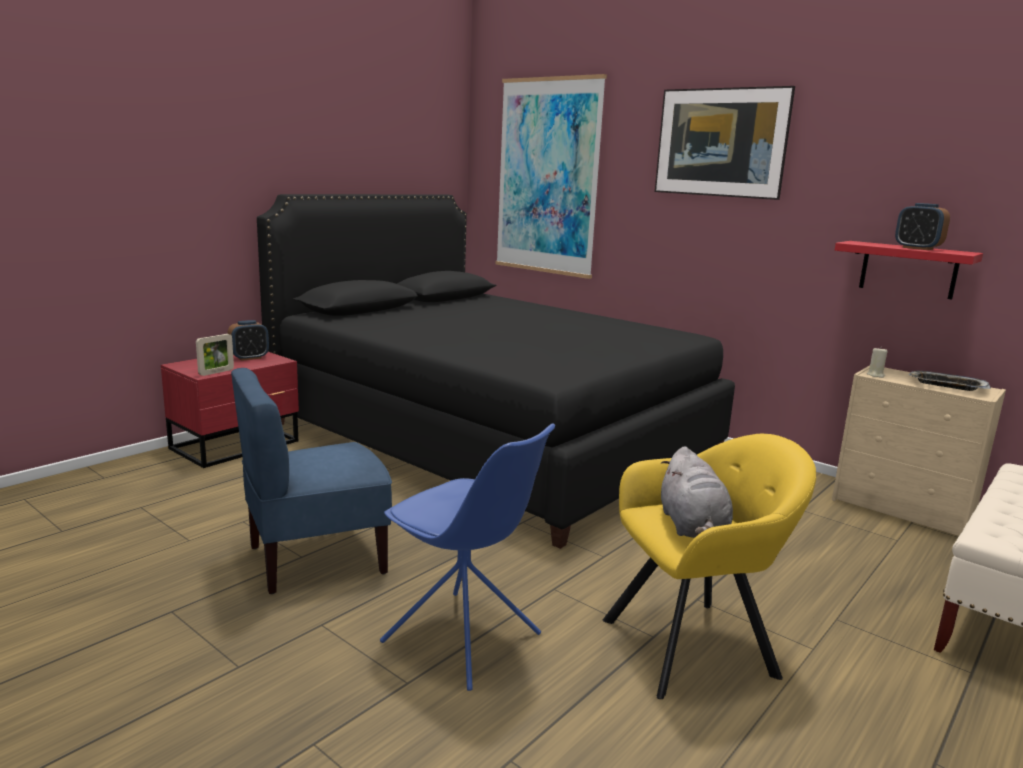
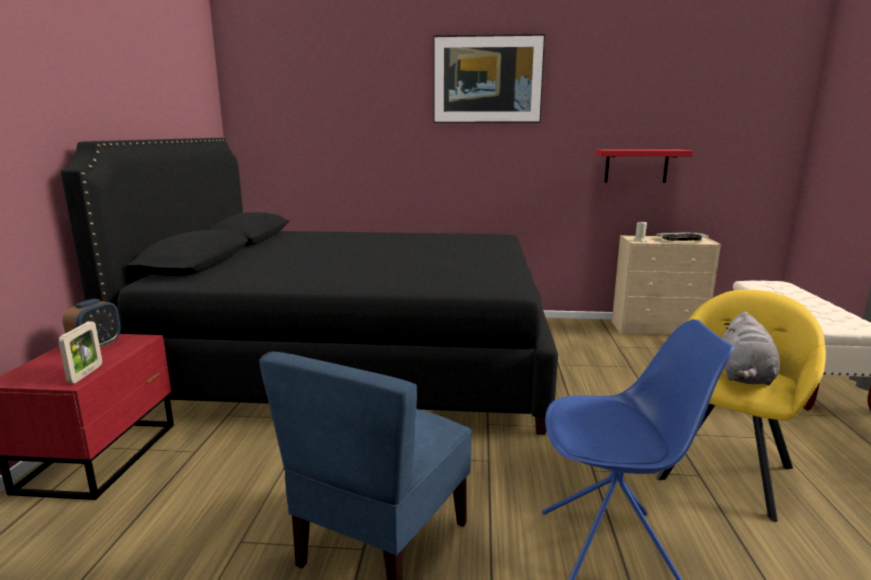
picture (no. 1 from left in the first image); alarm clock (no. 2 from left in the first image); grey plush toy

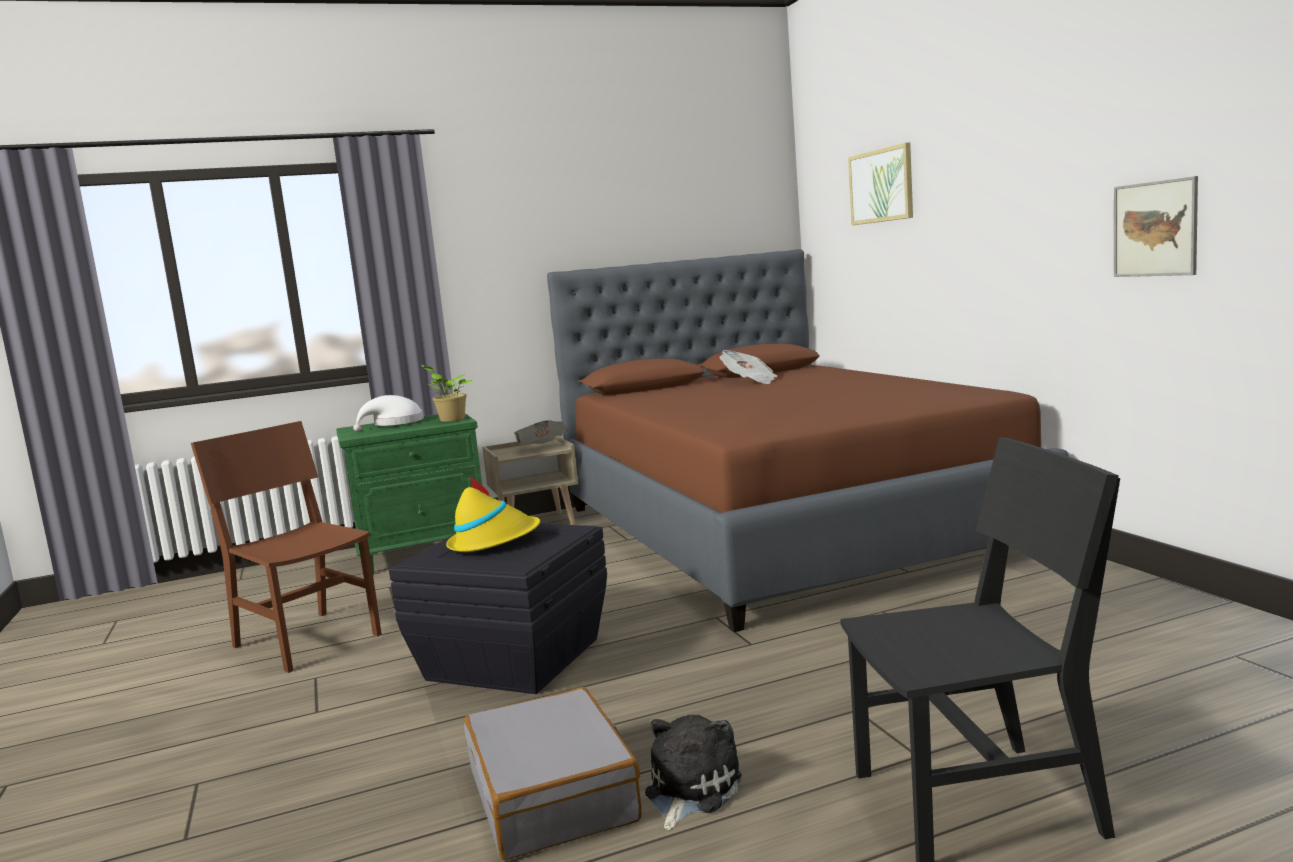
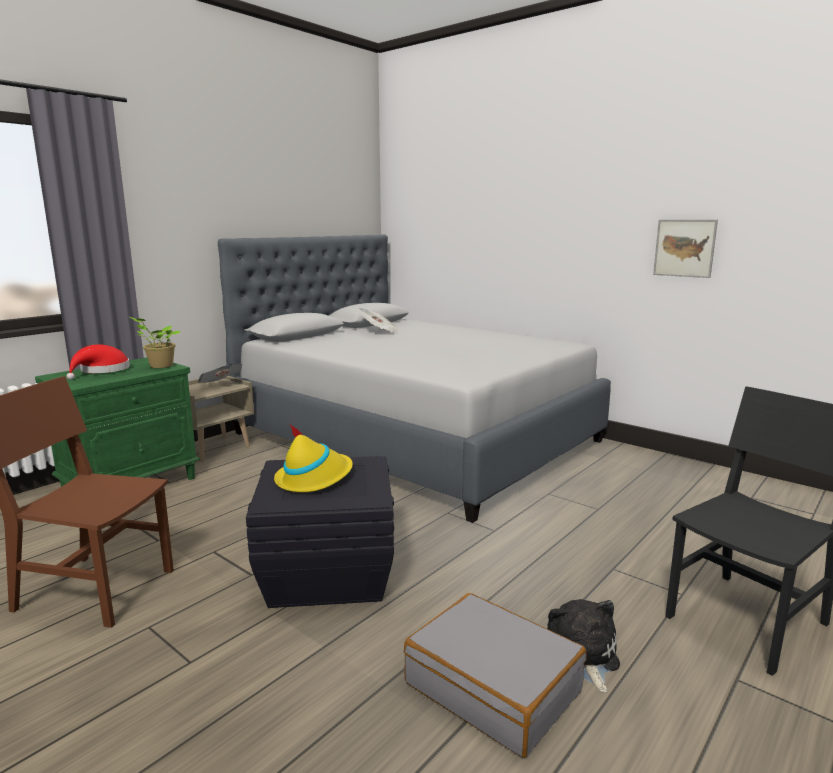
picture (no. 1 from left in the first image); red hat; grey bed

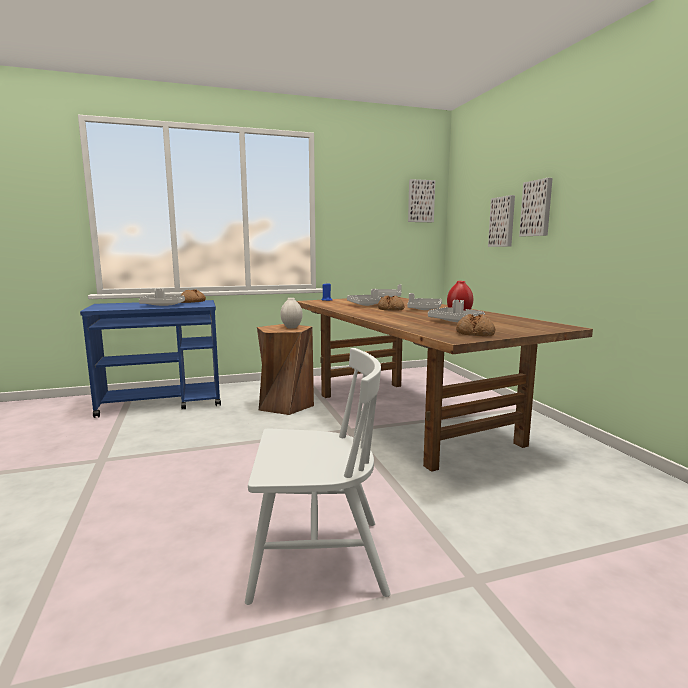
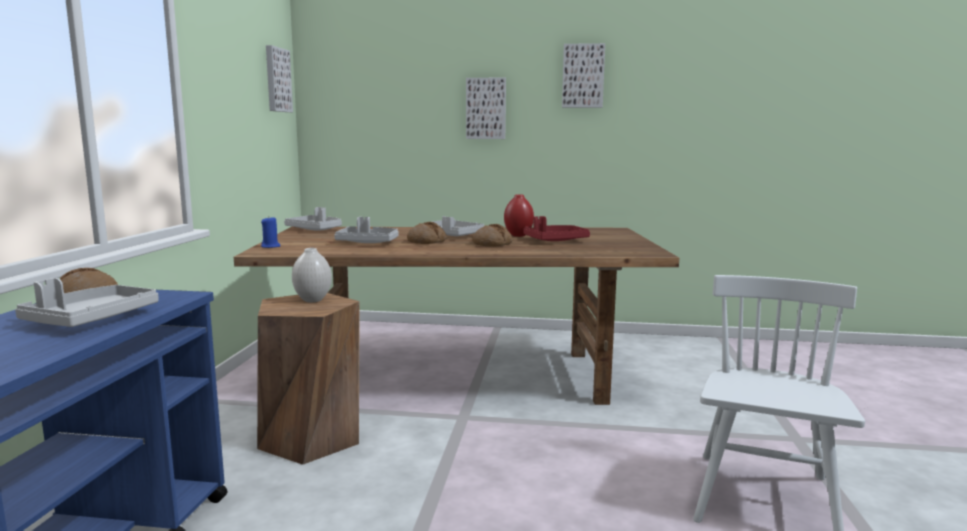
bread (no. 3 from left); picture (no. 3 from left); red tray

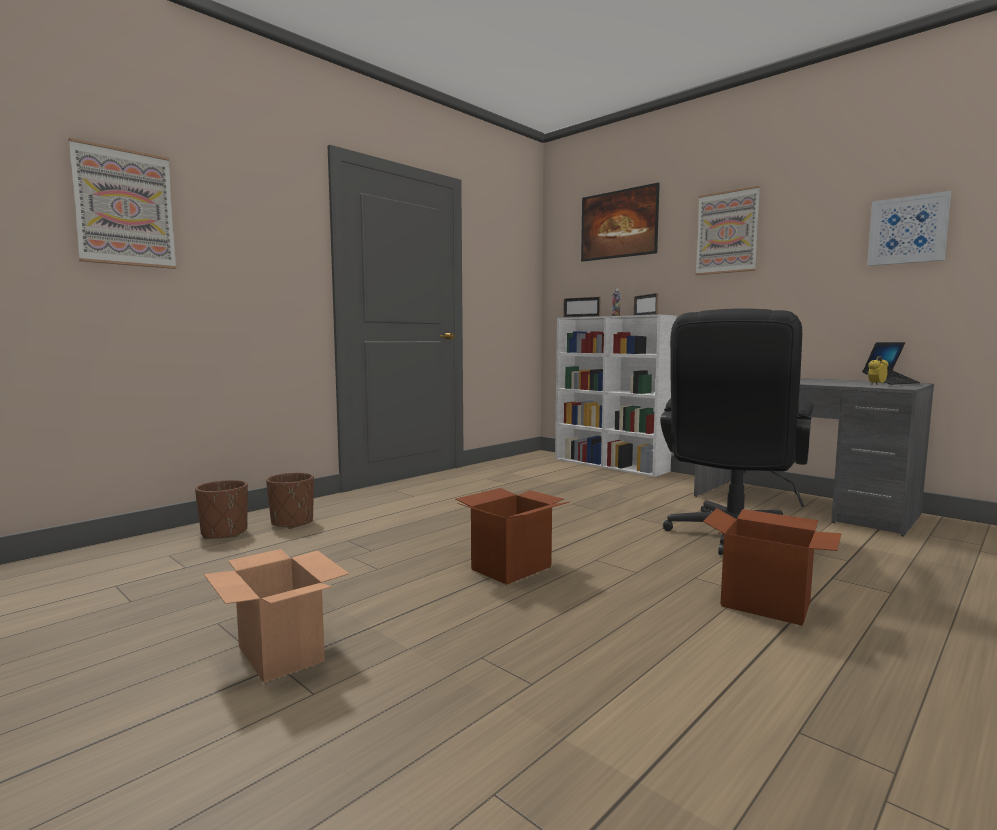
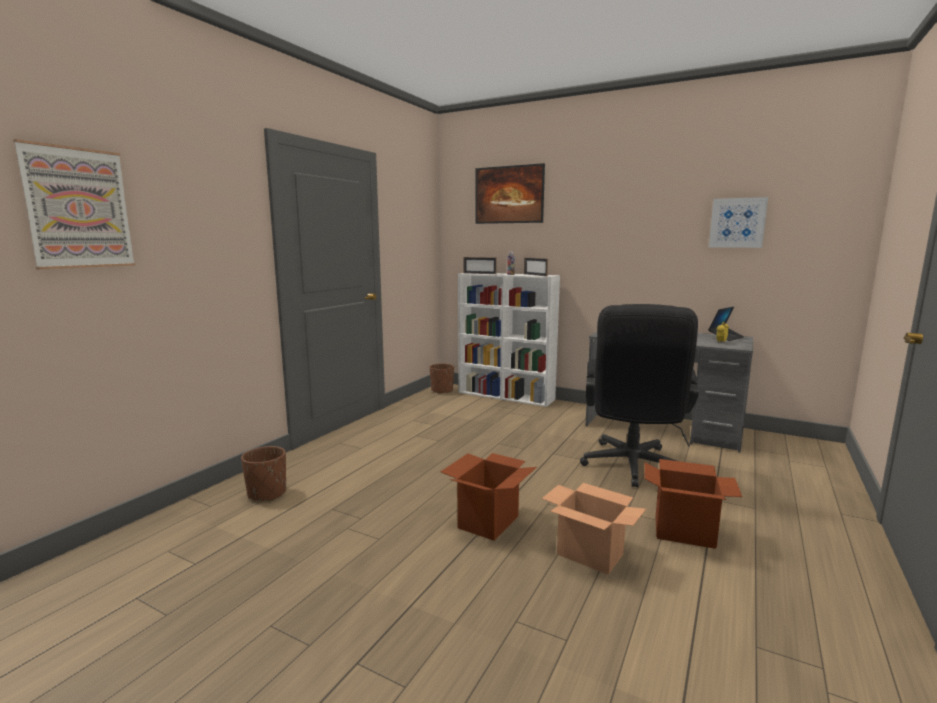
picture (no. 3 from left in the first image); brown planter (no. 2 from left); cardboard box (no. 2 from left)

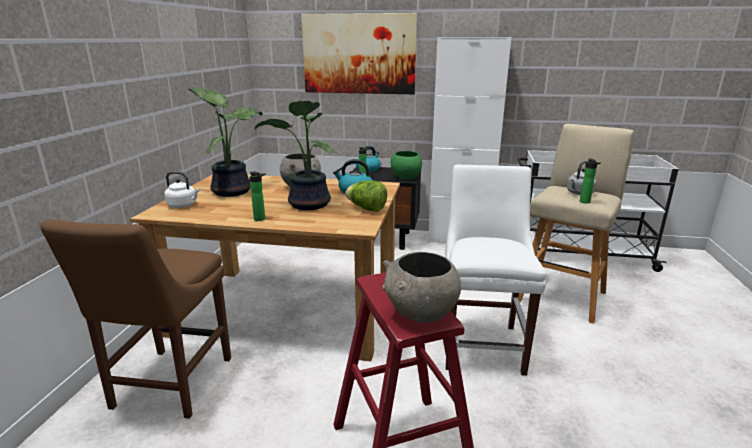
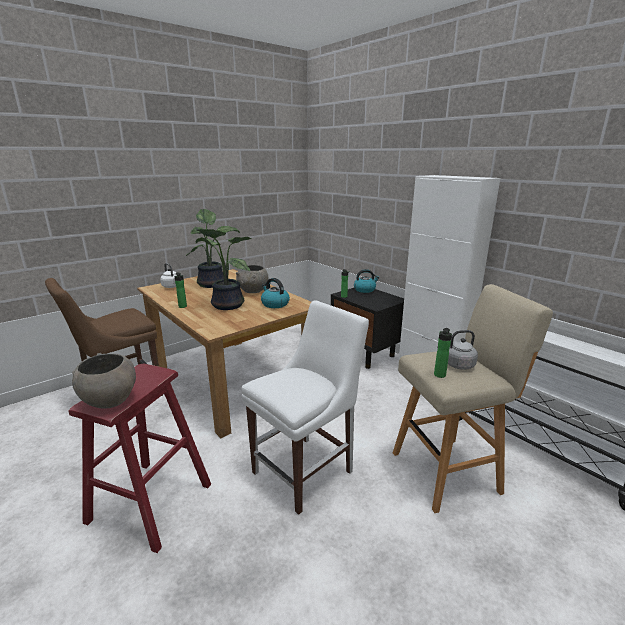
picture; lettuce; green bowl

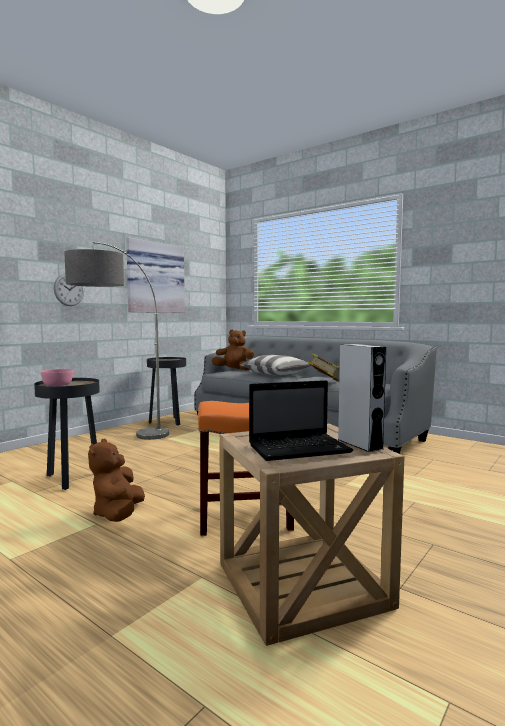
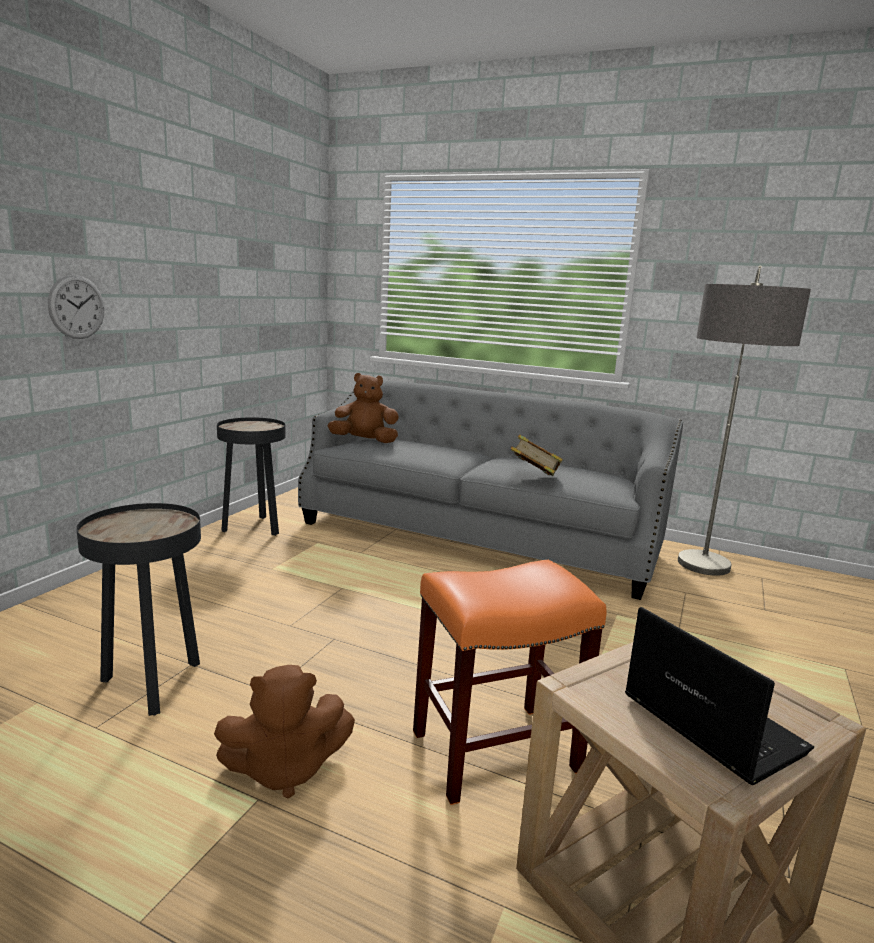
pink bowl; picture; pillow; grey speaker; floor lamp; brown plush toy (no. 1 from left); laptop

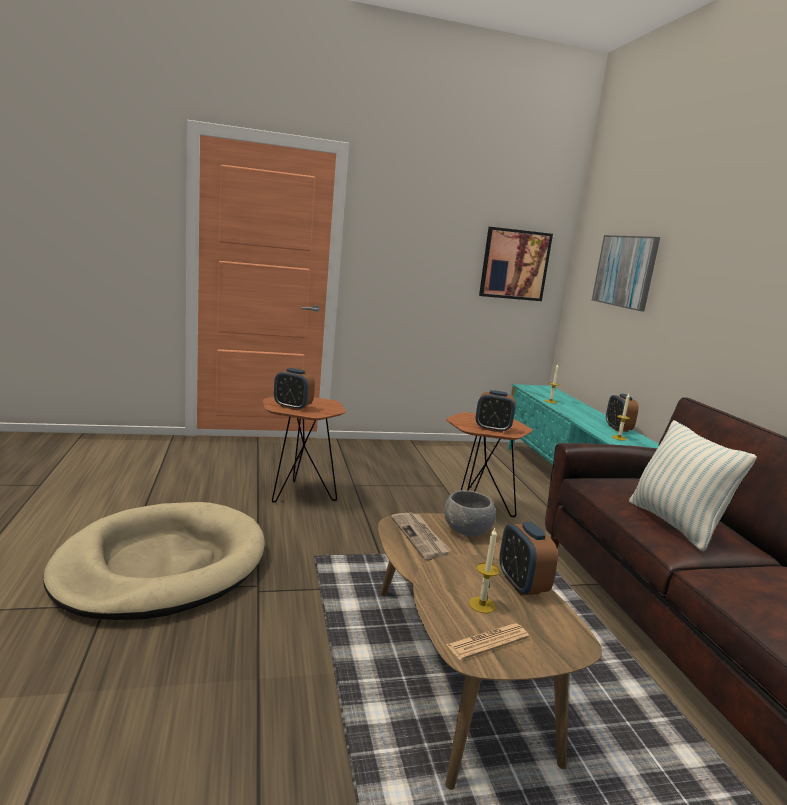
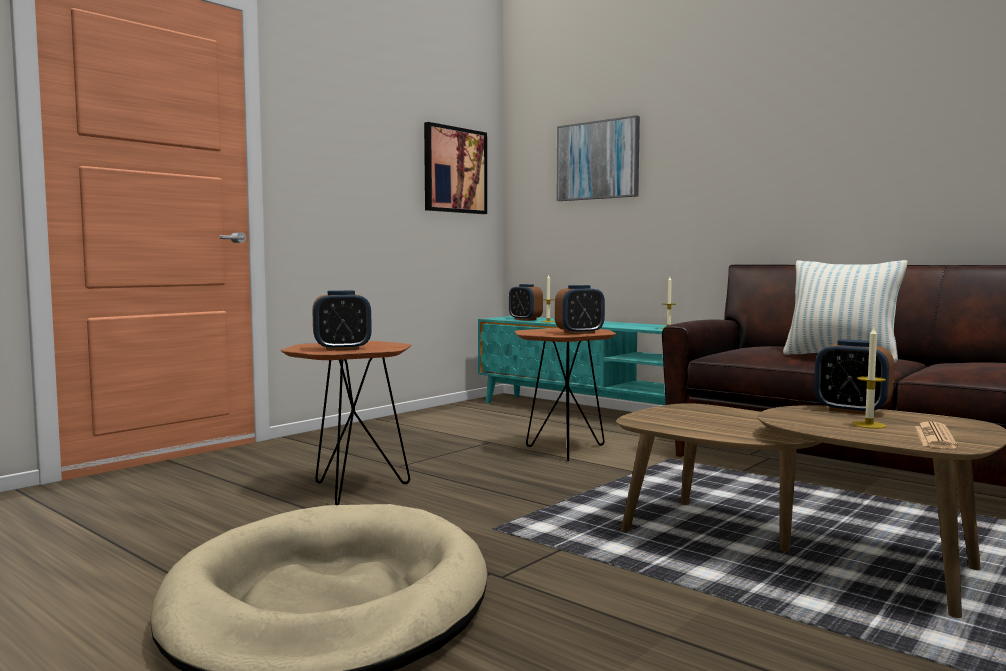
newspaper (no. 1 from left in the first image); grey bowl; alarm clock (no. 2 from left)

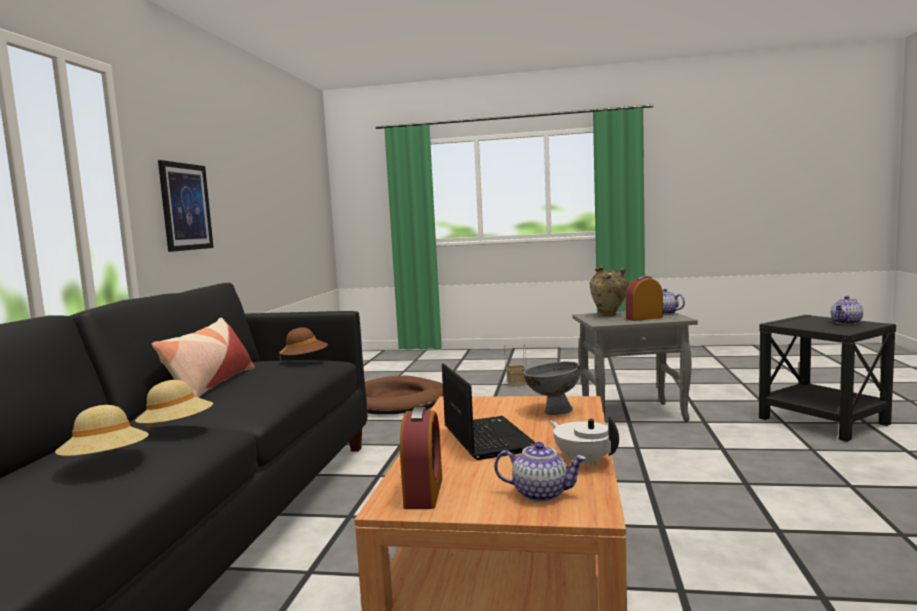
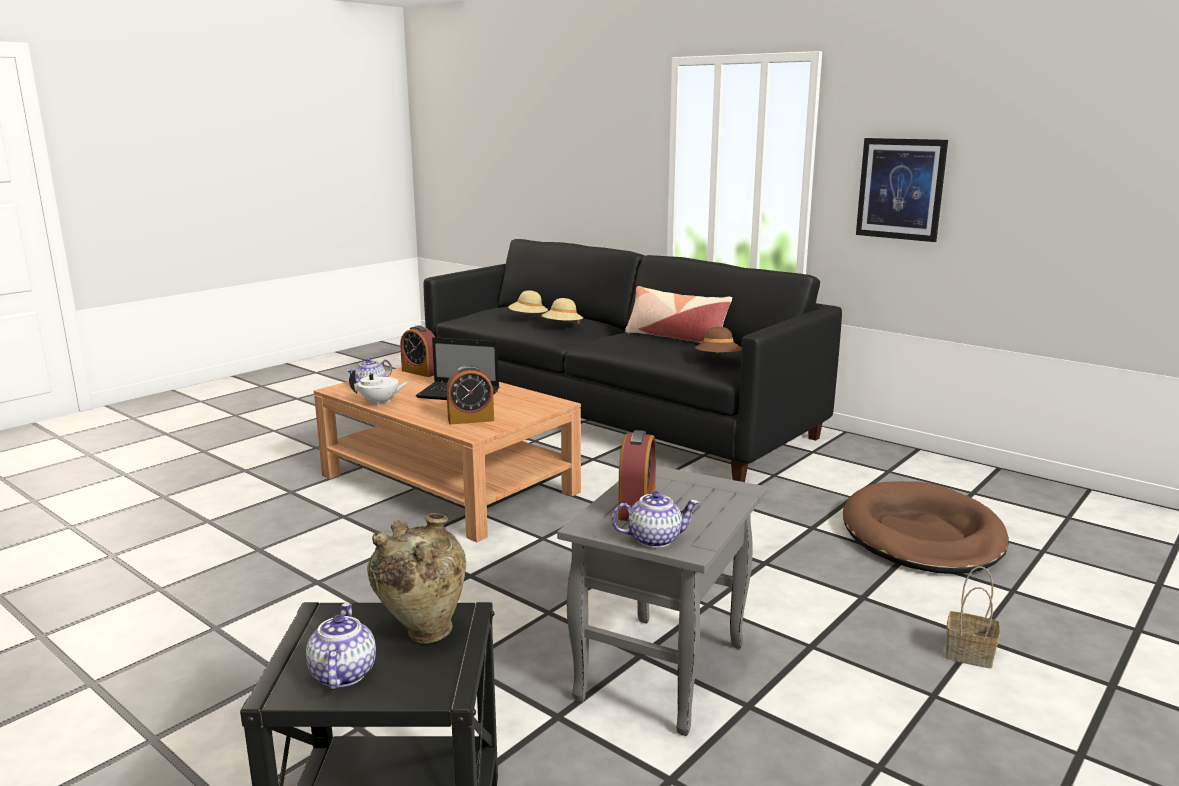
beige vase; alarm clock (no. 2 from left)

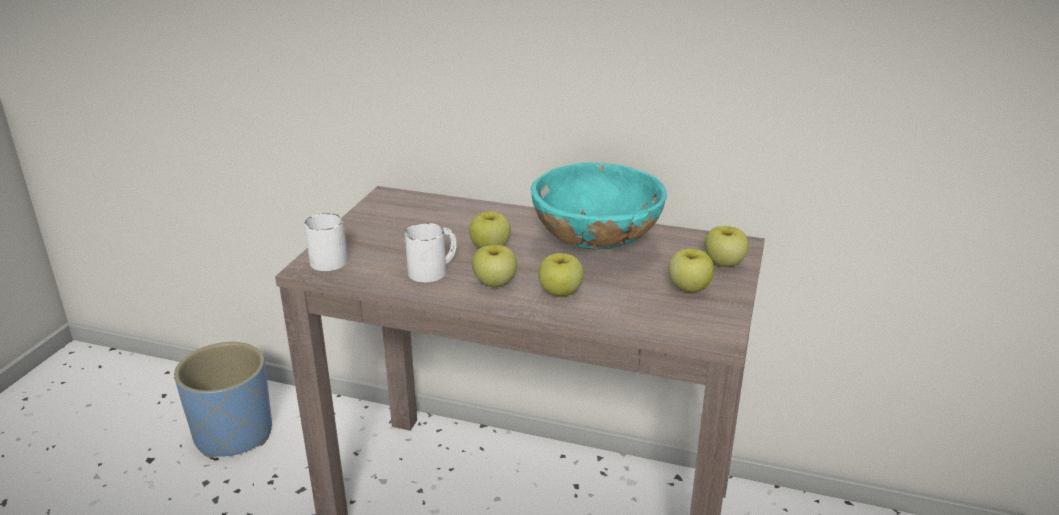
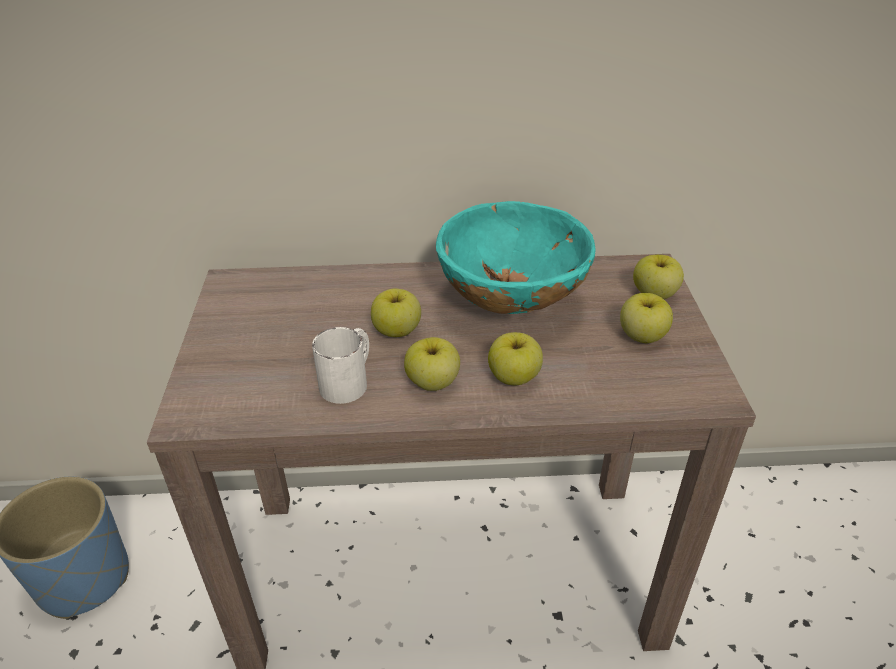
white mug (no. 1 from left in the first image)

